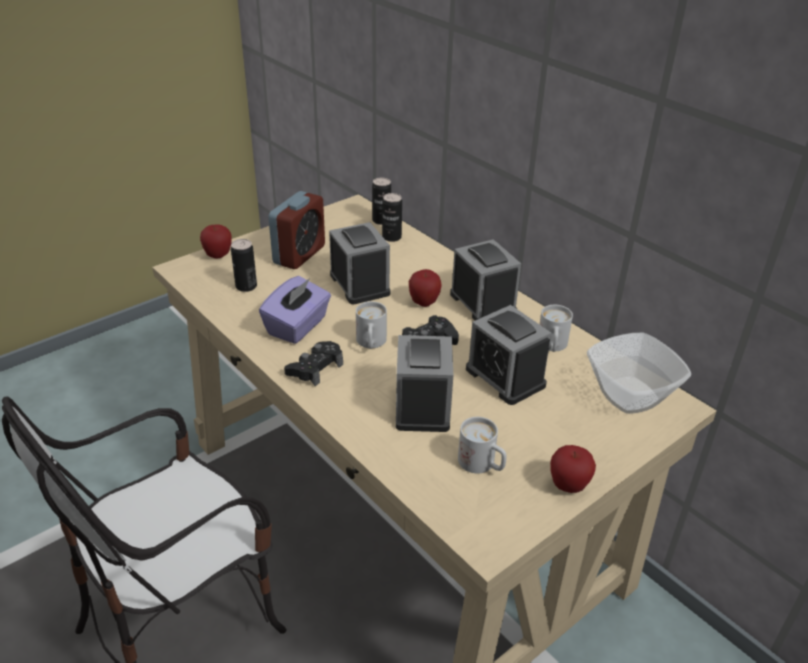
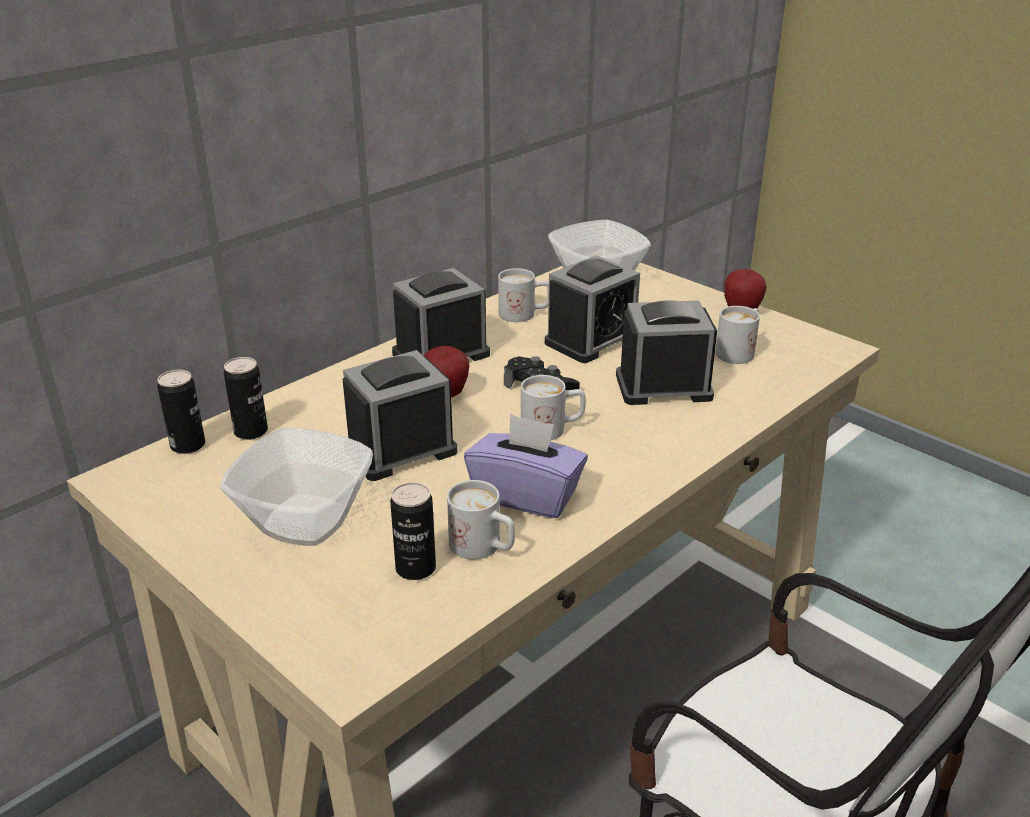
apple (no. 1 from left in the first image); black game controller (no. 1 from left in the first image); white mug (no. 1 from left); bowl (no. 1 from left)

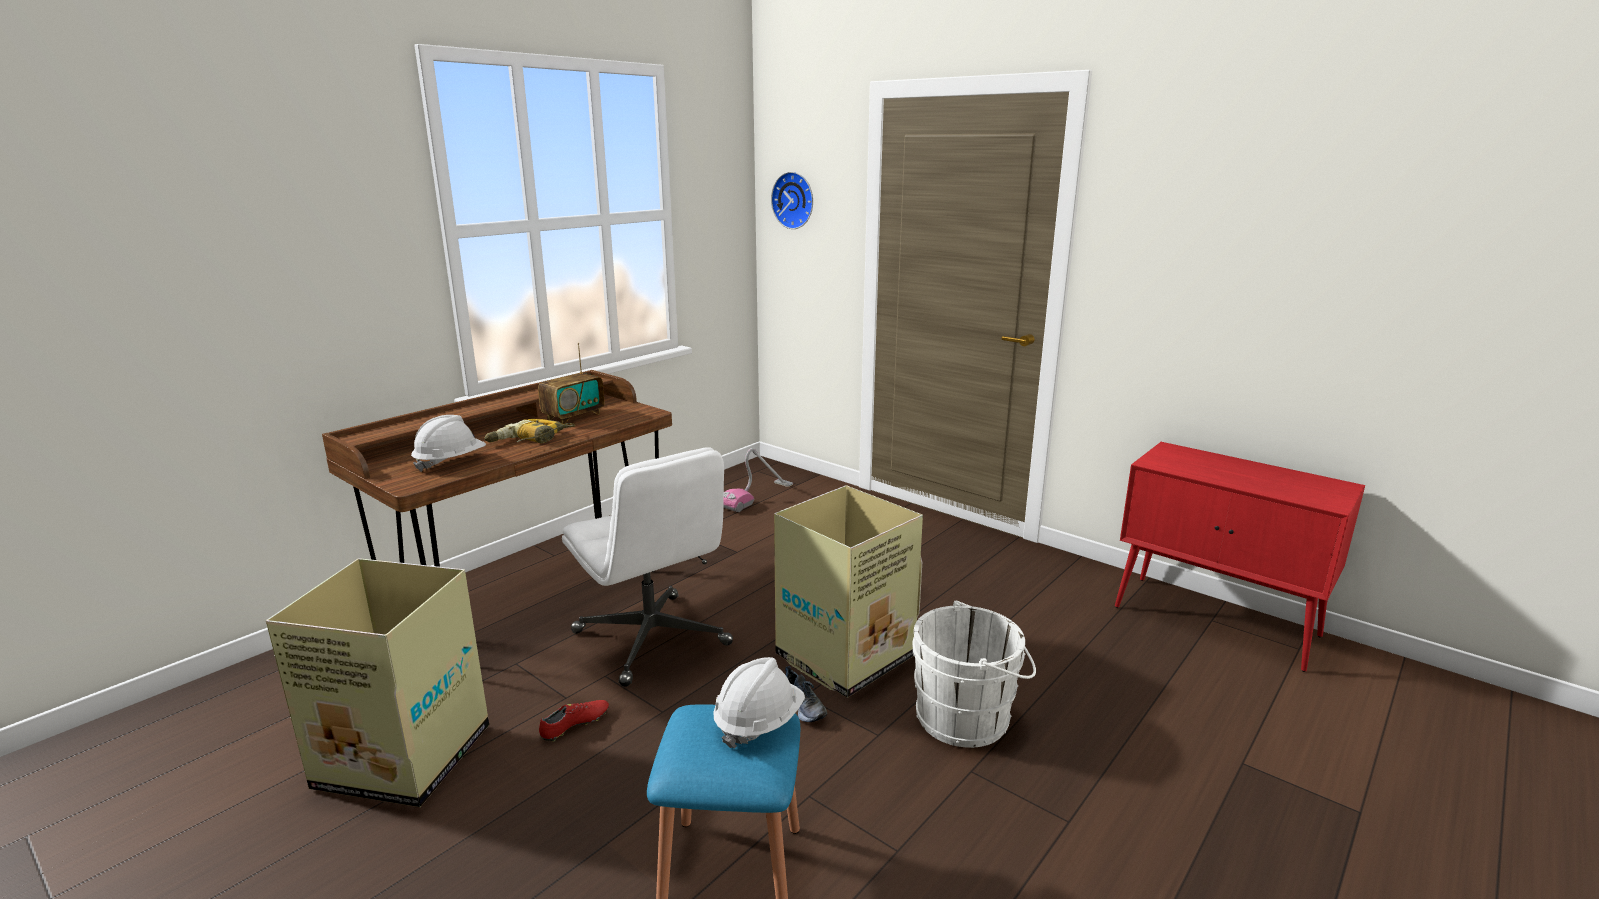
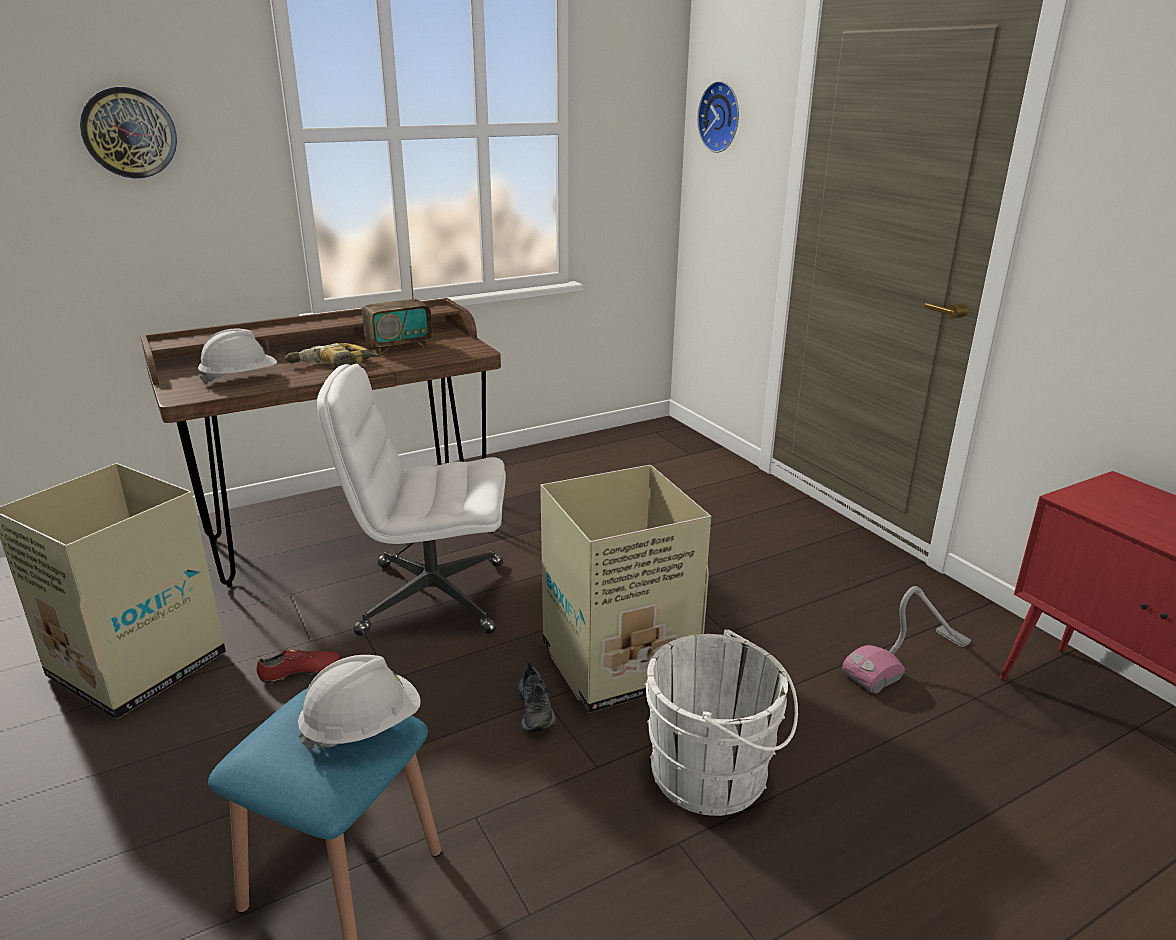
wall clock (no. 1 from left); vacuum cleaner; white office chair

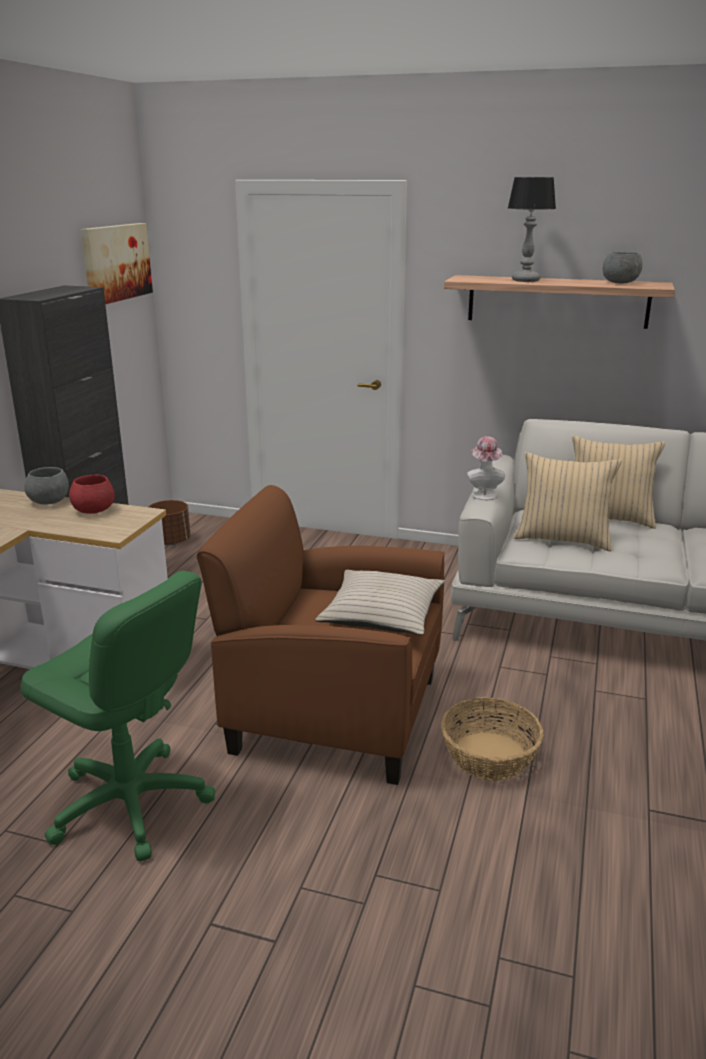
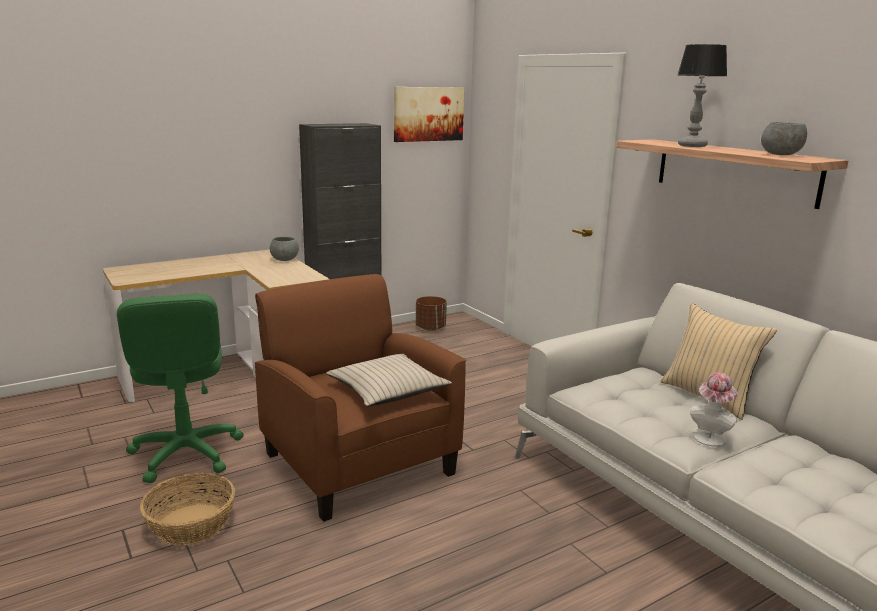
red bowl; beige pillow (no. 2 from left in the first image); basket; hat

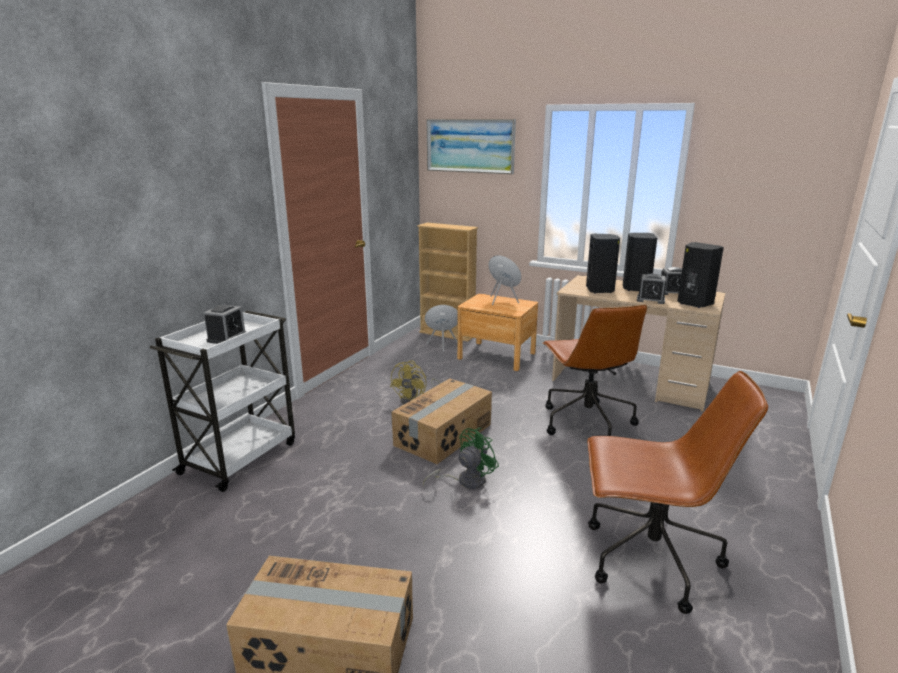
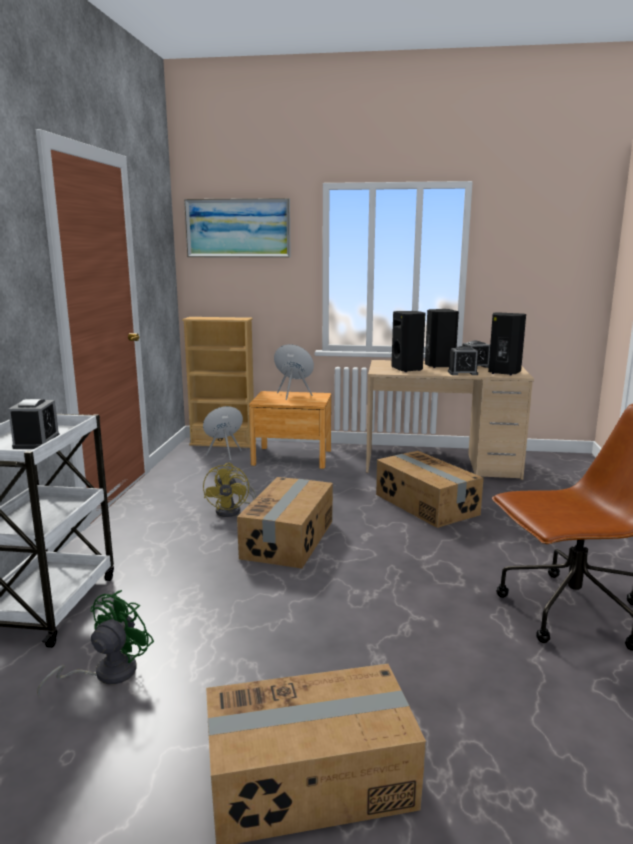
green fan; cardboard box (no. 3 from left)

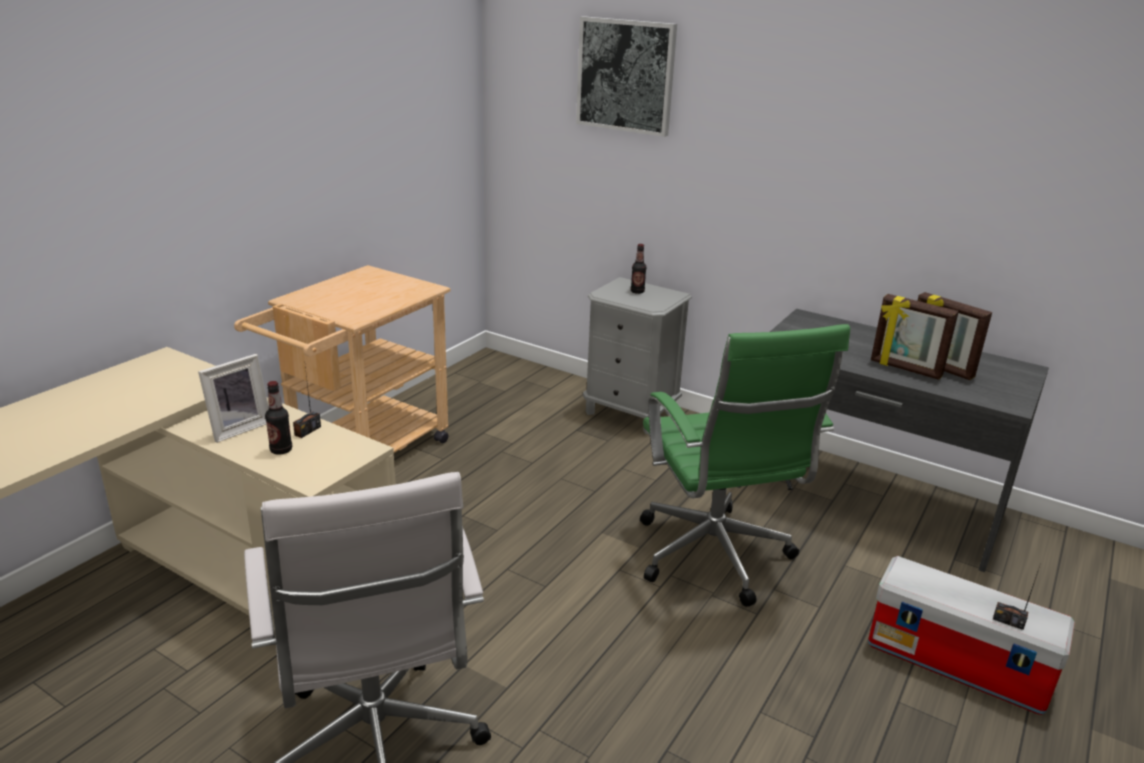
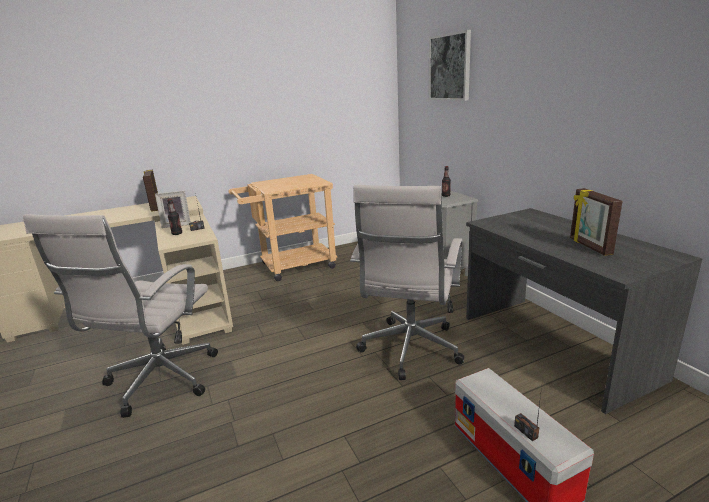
picture frame (no. 1 from left); white office chair (no. 2 from left)

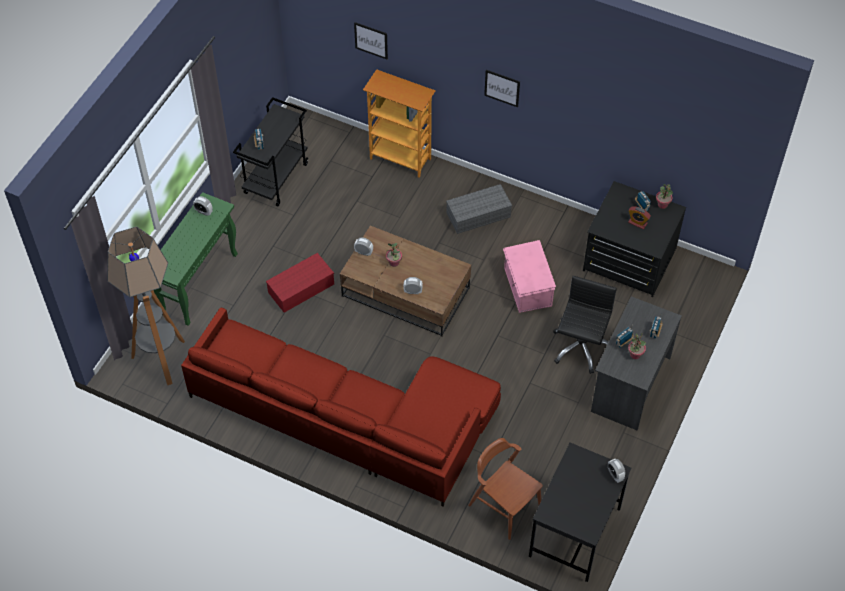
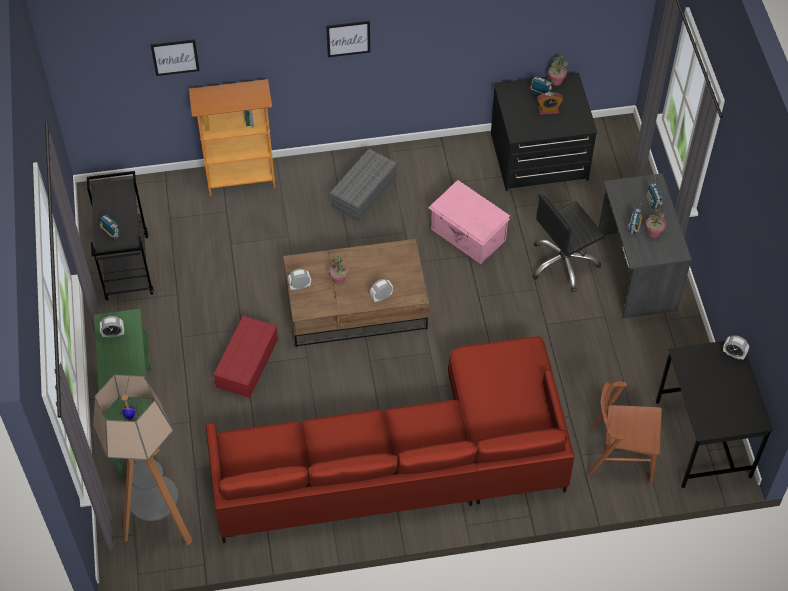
black office chair

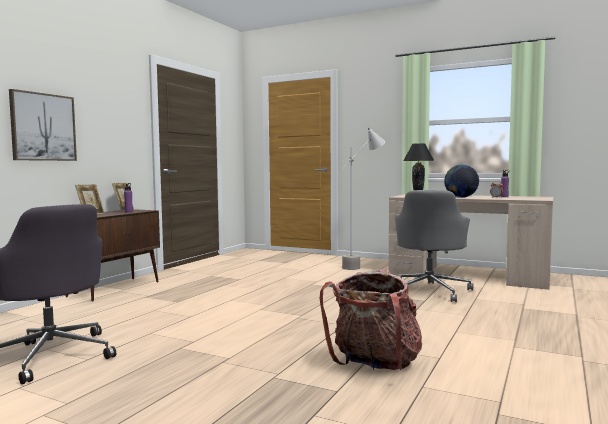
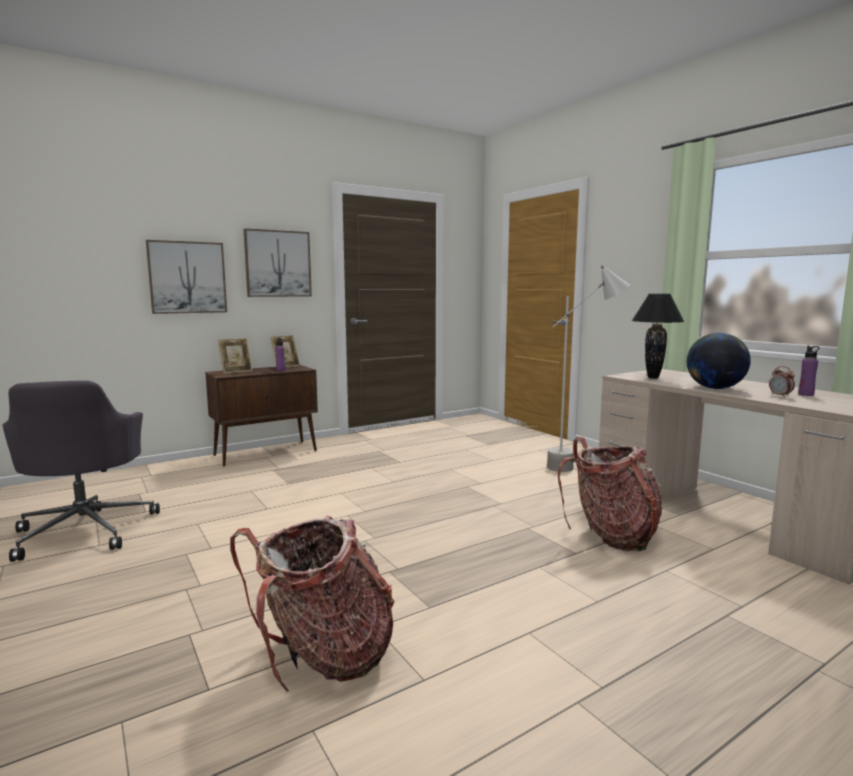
picture (no. 2 from left); backpack (no. 2 from left)

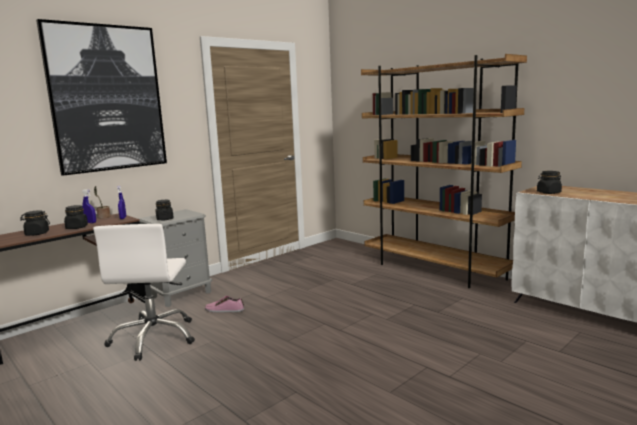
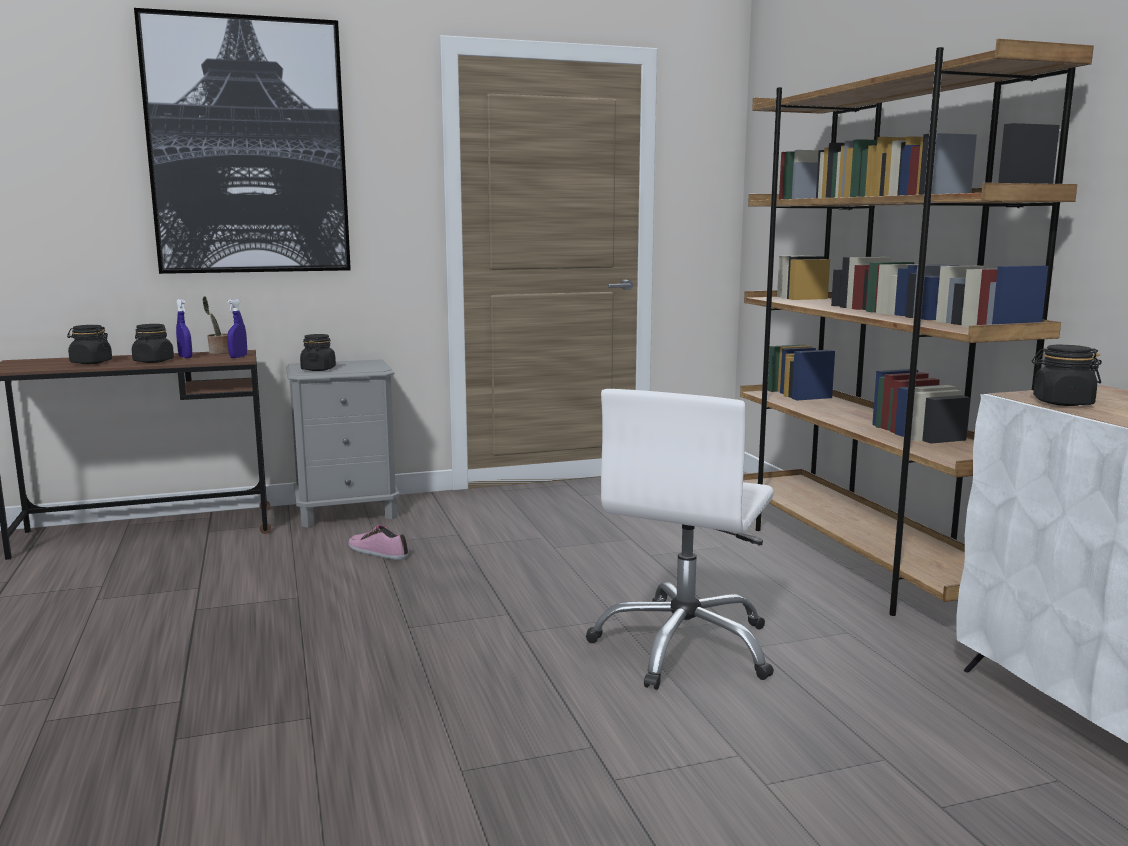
white office chair

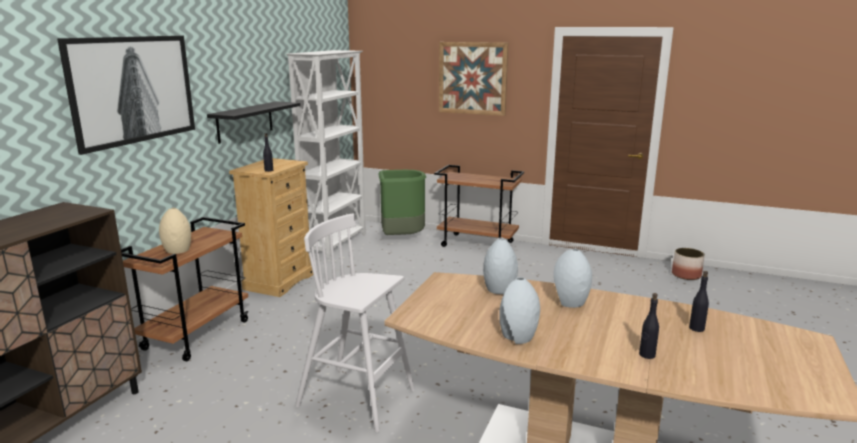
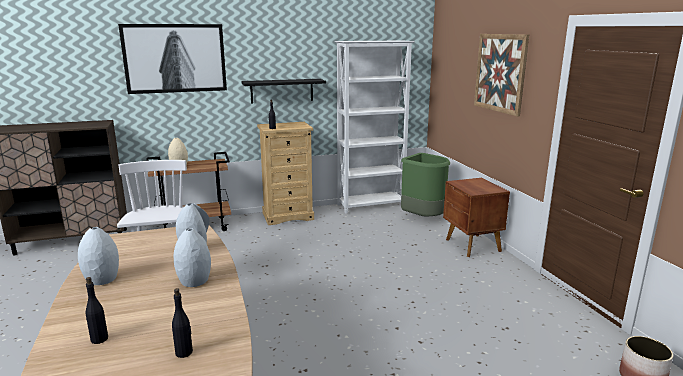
brown nightstand

